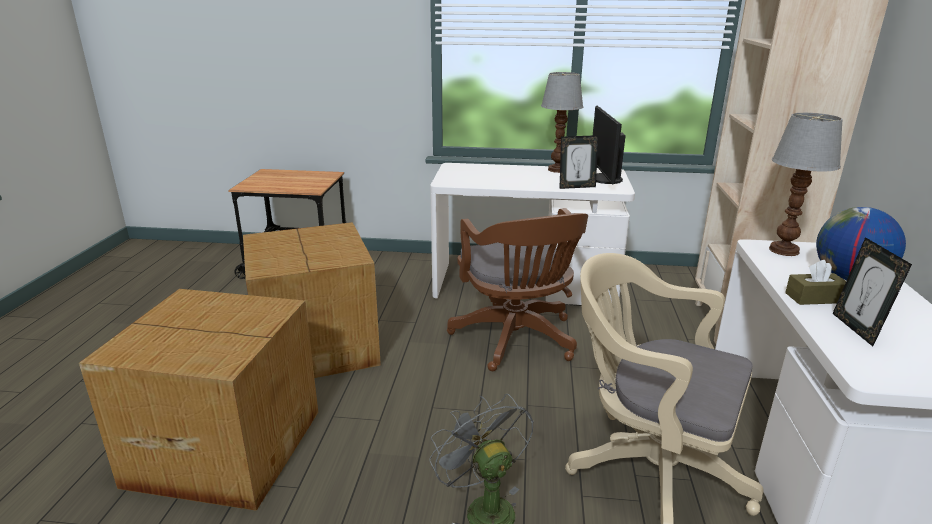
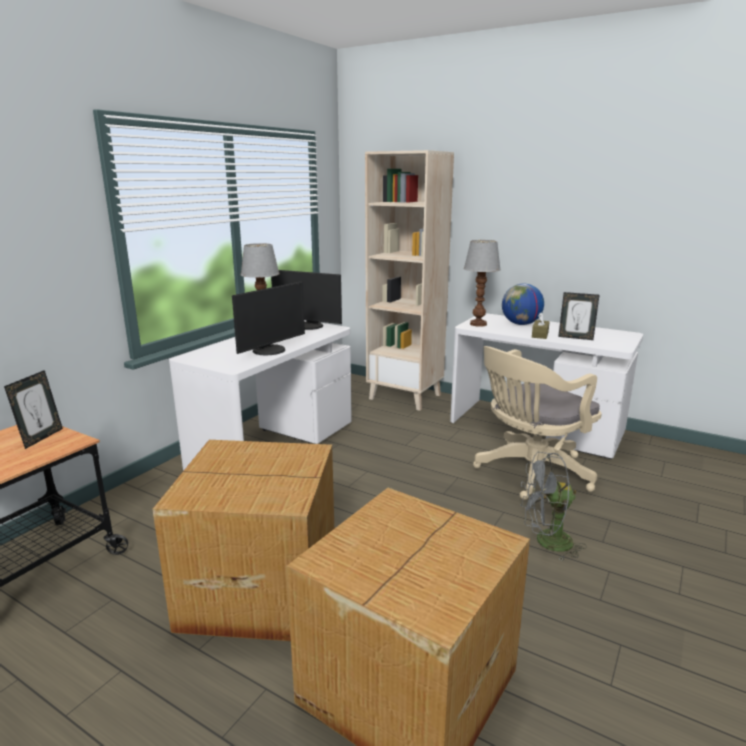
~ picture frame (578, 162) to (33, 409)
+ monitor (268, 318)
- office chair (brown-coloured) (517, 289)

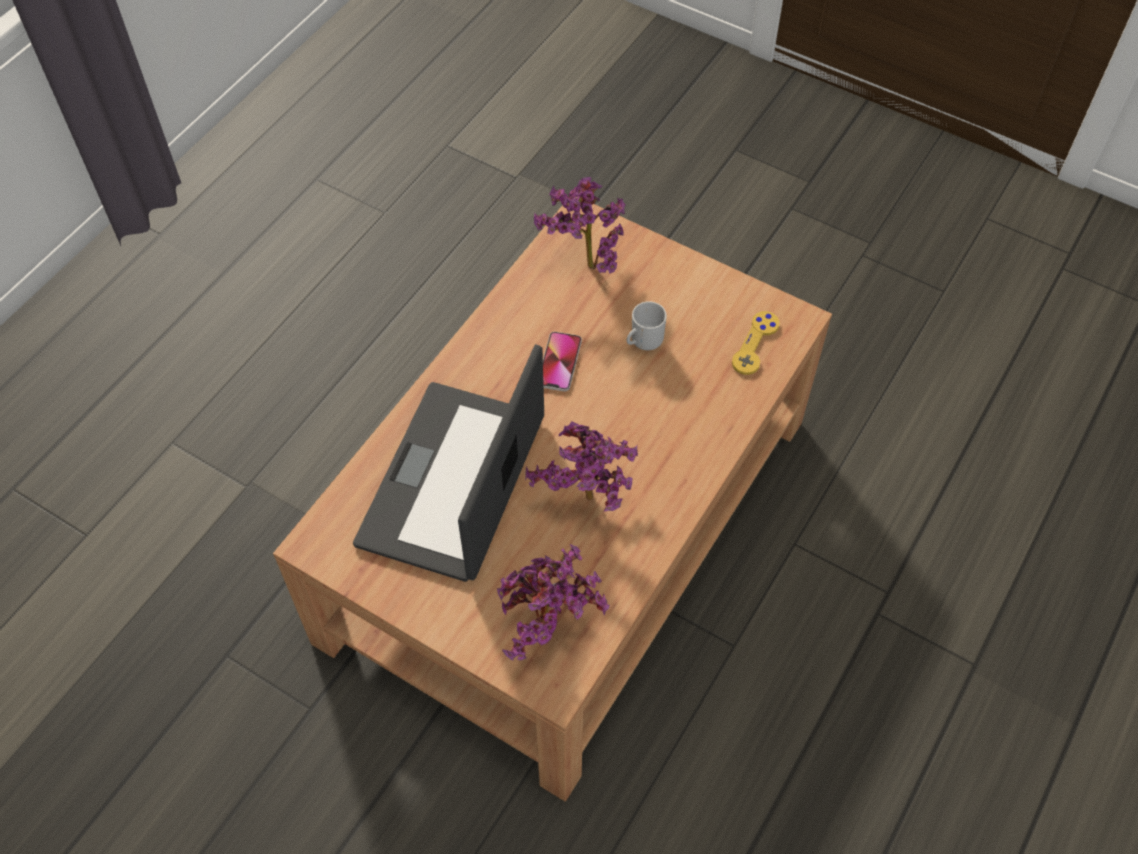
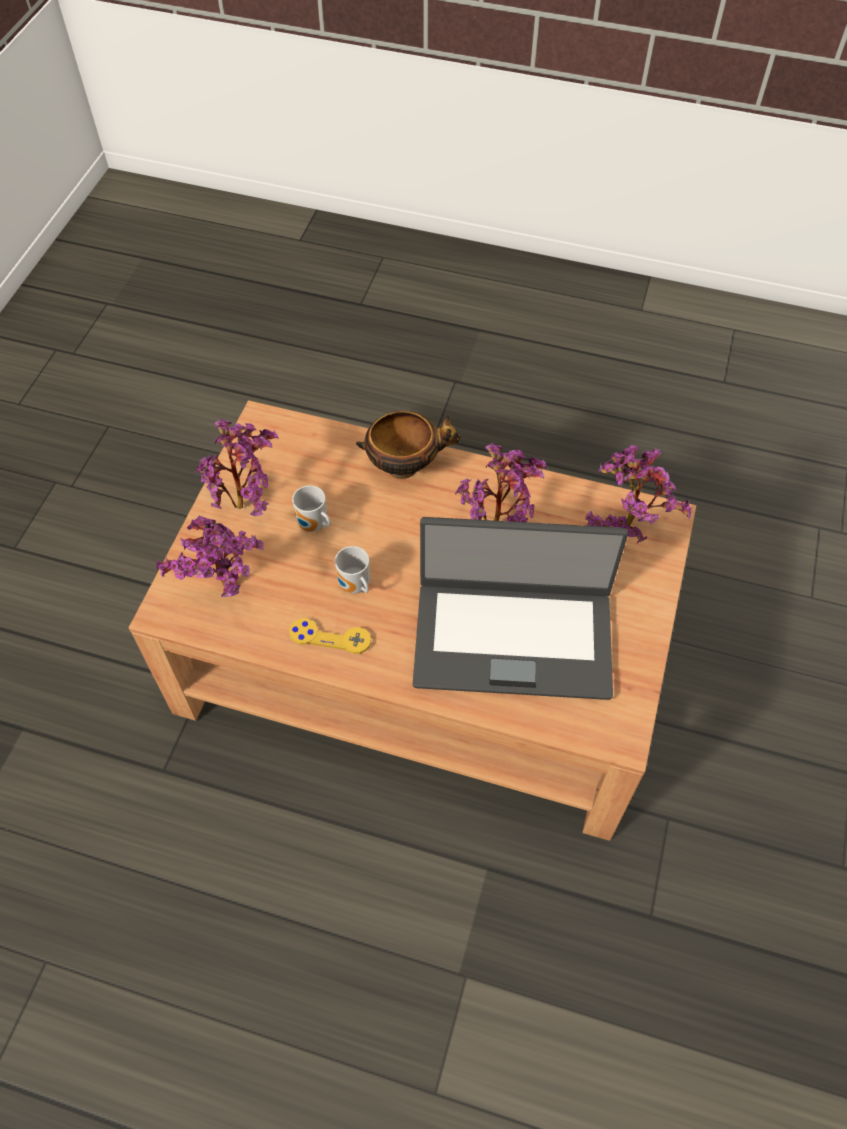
+ plant in a pot (237, 467)
~ joypad (yellow-coloured) (756, 343) to (330, 636)
~ phone (562, 362) to coffee mug (352, 570)
+ bowl (408, 445)

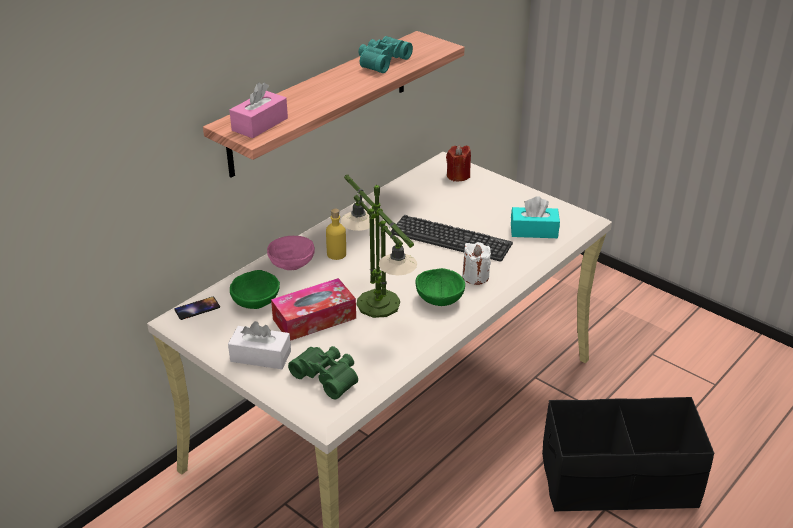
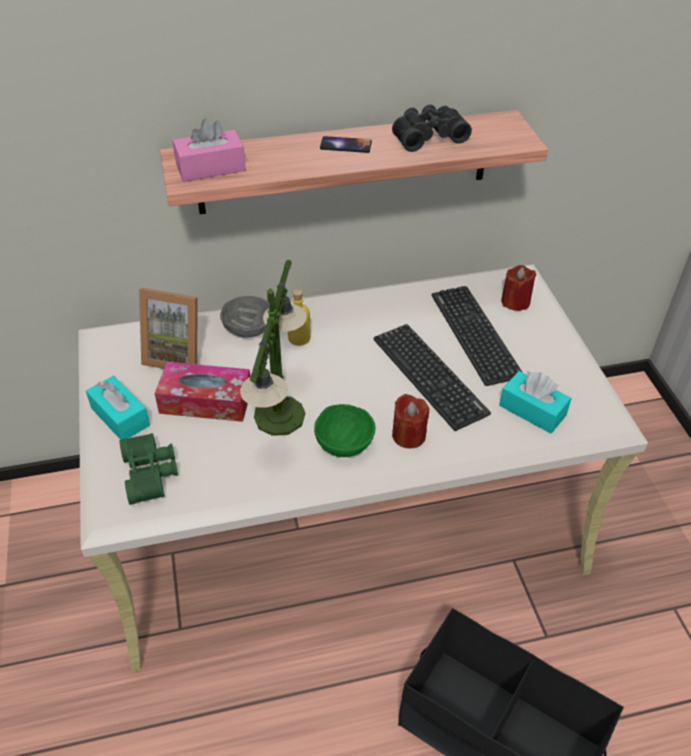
~ tissue box (whitish) (259, 345) to tissue box (turquoise-coloured) (118, 407)
~ bowl (green-coloured) (255, 289) to picture frame (168, 328)
~ bowl (pink-coloured) (291, 253) to bowl (gray) (245, 317)
~ phone (197, 308) to (346, 144)
~ field glasses (turquoise-coloured) (386, 54) to field glasses (black) (432, 128)
~ candle (whitish) (476, 263) to candle (red) (410, 421)
+ keyboard (477, 336)

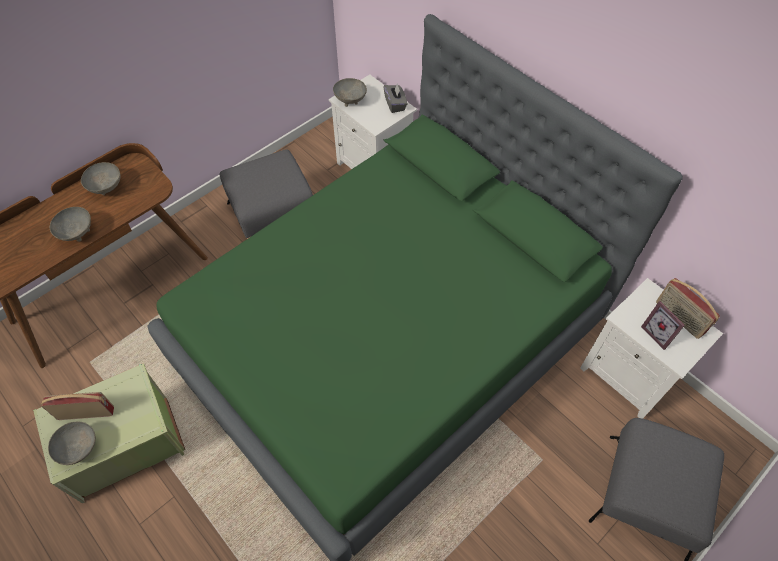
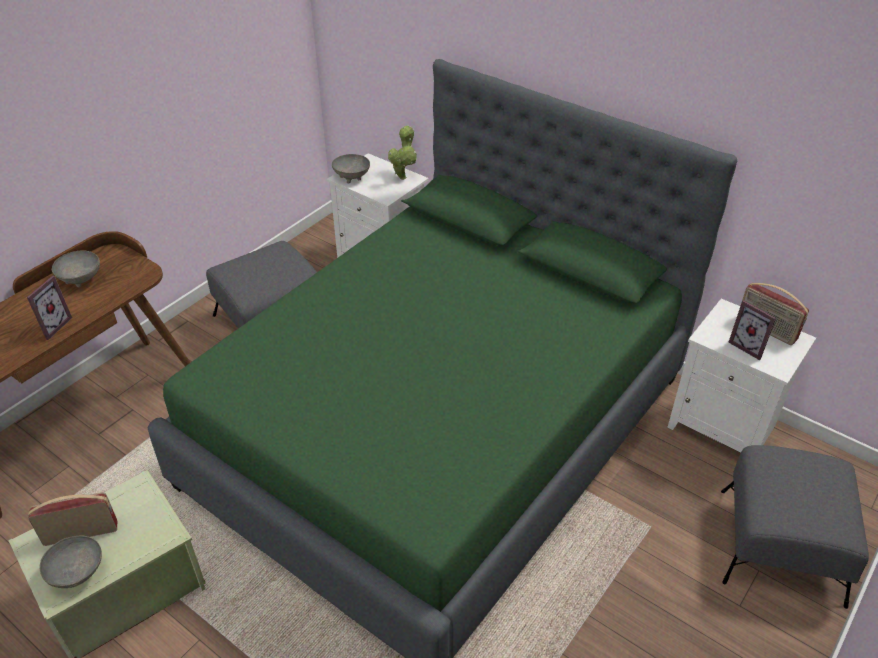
~ bowl (gray) (70, 224) to picture frame (49, 308)
~ tissue box (gray) (395, 98) to plant in a pot (402, 153)

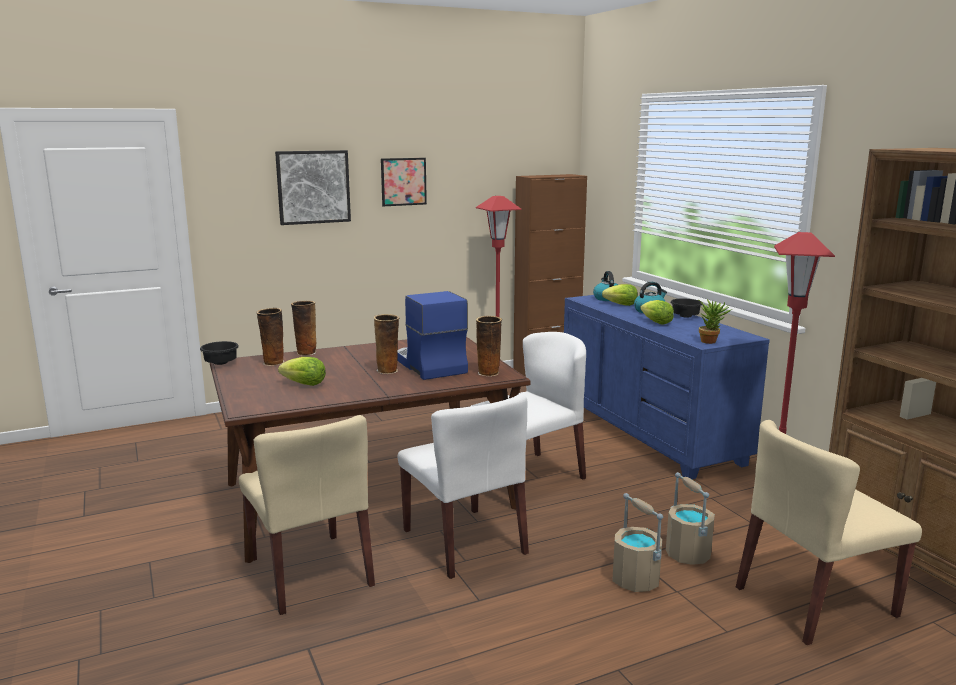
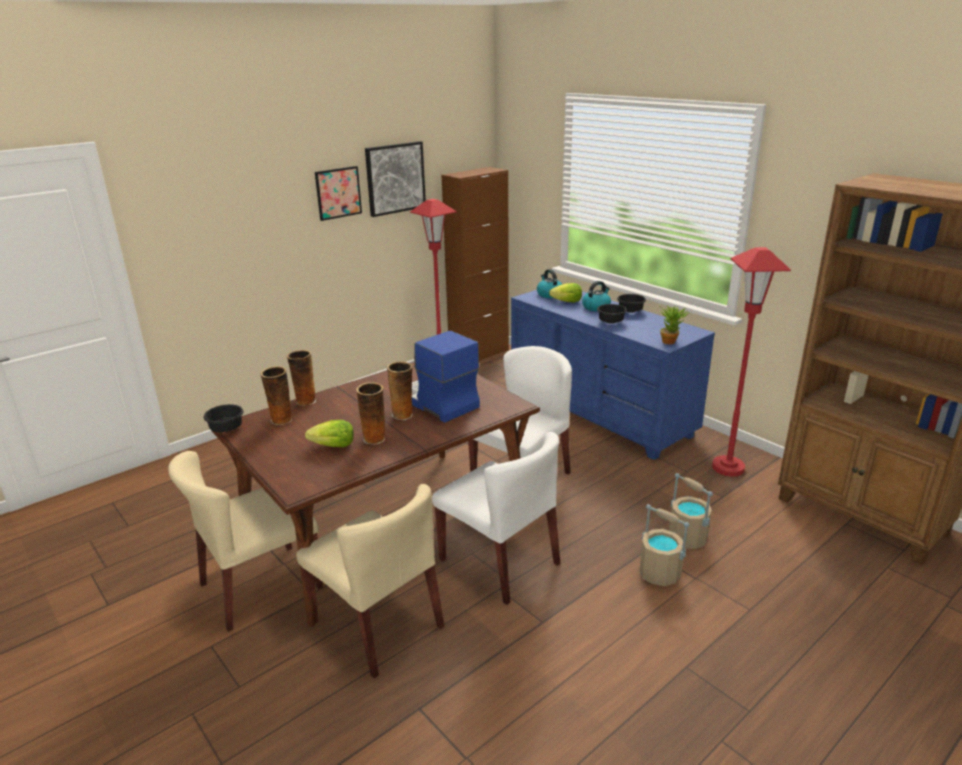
~ upright chair (sand-coloured) (829, 532) to (245, 541)
~ vase (489, 346) to (370, 413)
~ wall picture (313, 187) to (395, 179)
~ lettuce (657, 312) to bowl (black) (612, 314)

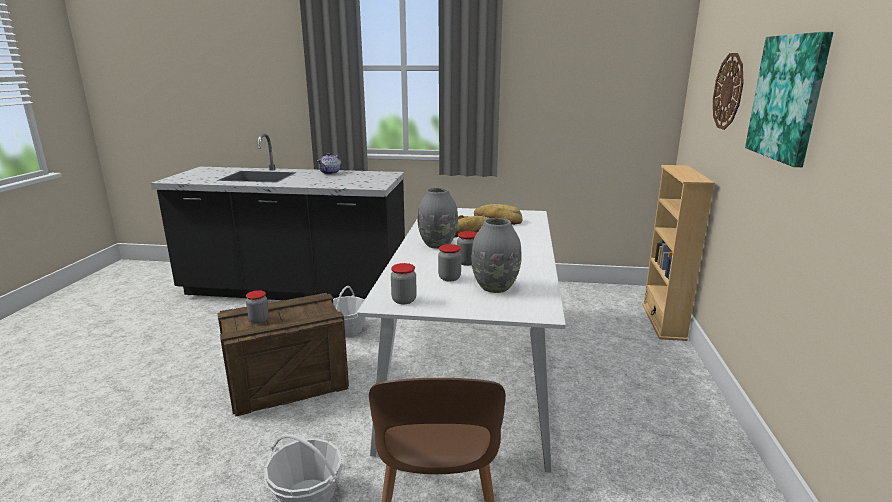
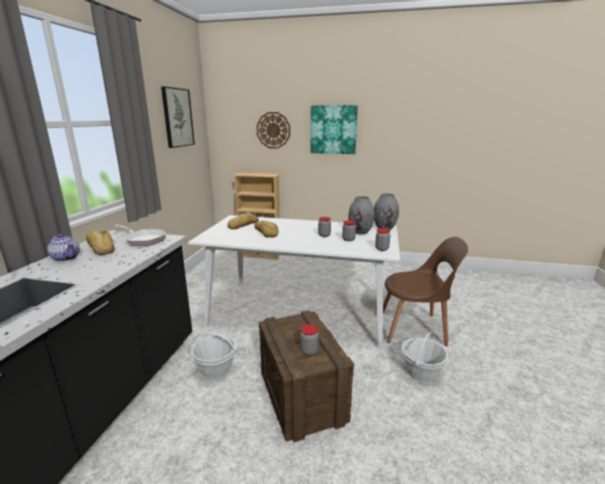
+ bakery bread (100, 243)
+ pan (140, 235)
+ wall picture (178, 117)
~ vase (gray) (437, 218) to (386, 211)

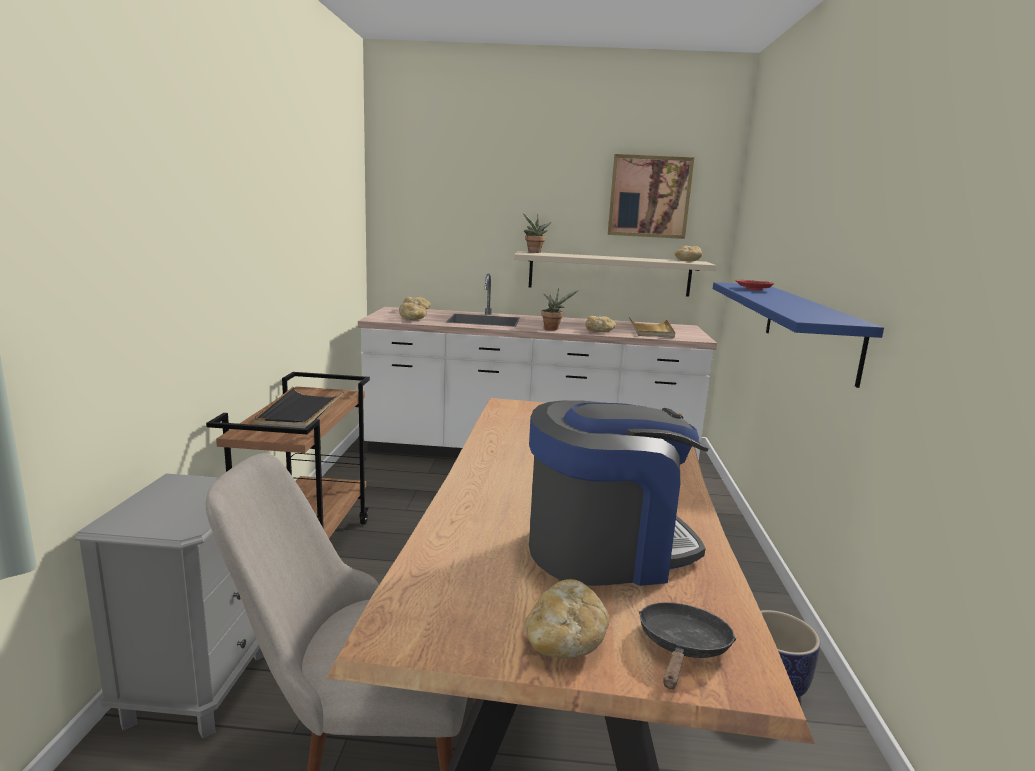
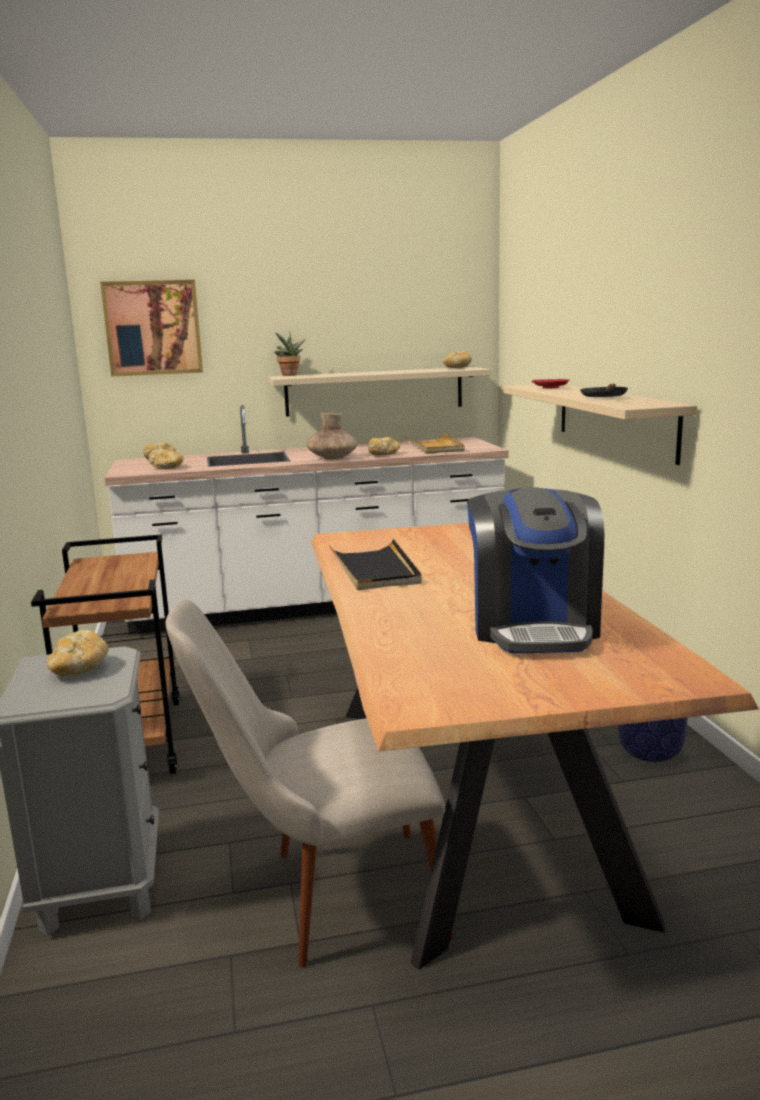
~ bakery bread (567, 619) to (78, 653)
~ wall picture (651, 196) to (151, 328)
~ plant in a pot (560, 309) to vase (brown-coloured) (332, 436)
~ serving tray (black) (299, 407) to (375, 564)
~ coffee machine (619, 493) = (535, 570) 120 degrees clockwise
~ shelf (blue-coloured) (798, 335) to shelf (sand-coloured) (600, 424)
~ pan (black) (688, 645) to (604, 390)

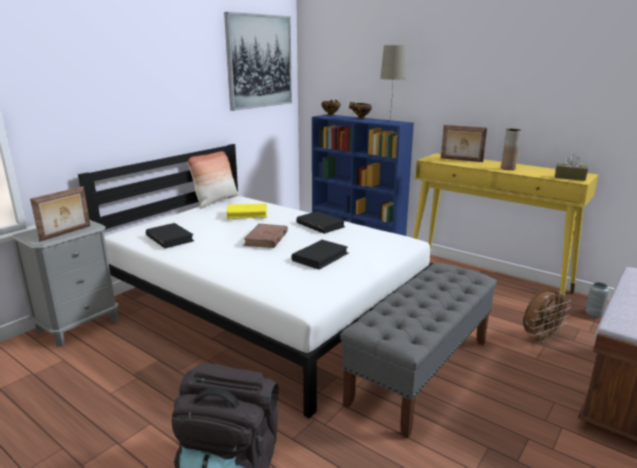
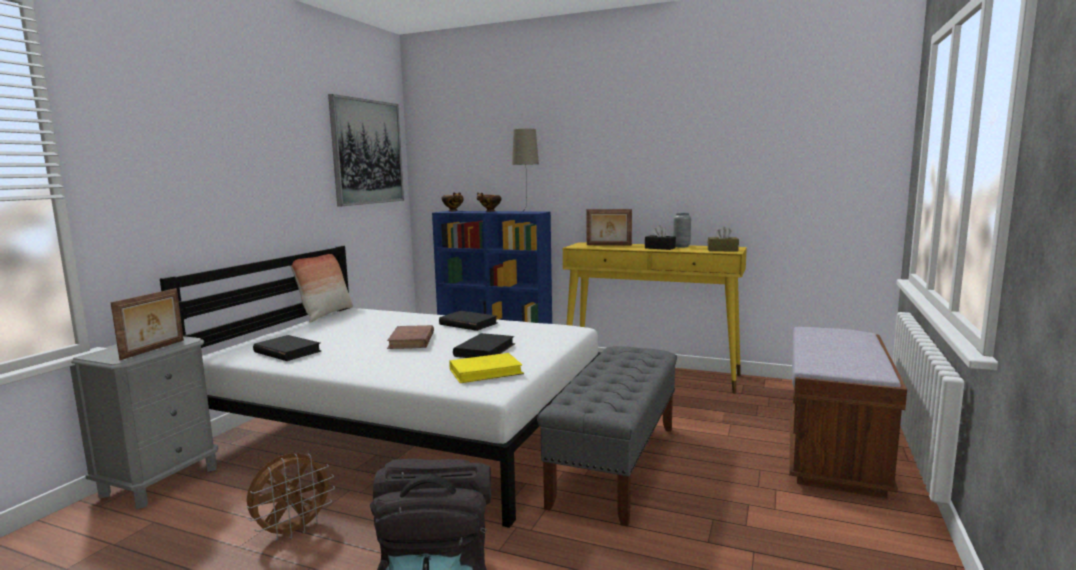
~ fan (brown-coloured) (547, 316) to (290, 497)
~ bound book (yellow-coloured) (246, 211) to (486, 368)
~ vase (brown-coloured) (511, 149) to tissue box (black) (660, 237)
~ vase (gray) (597, 300) to (682, 230)

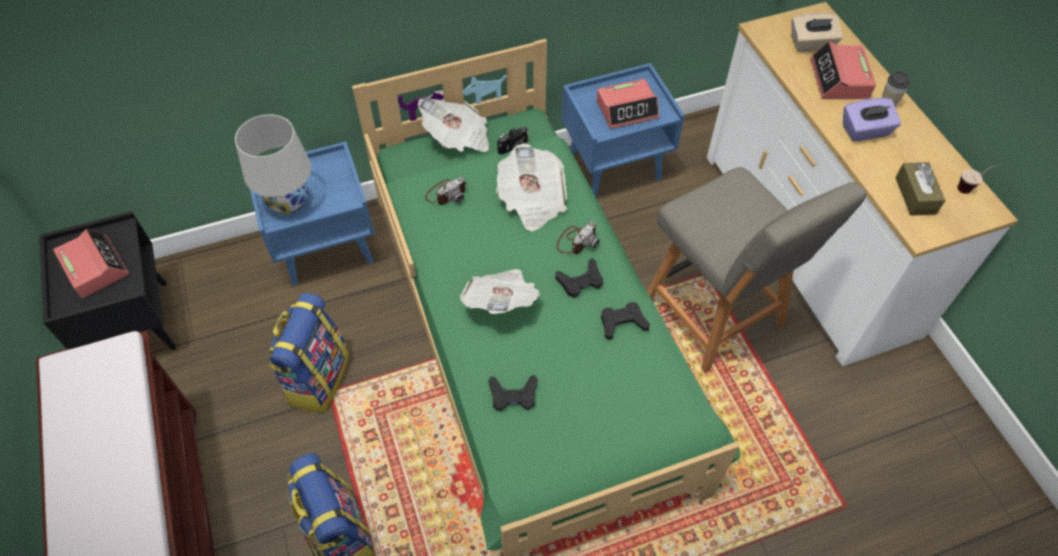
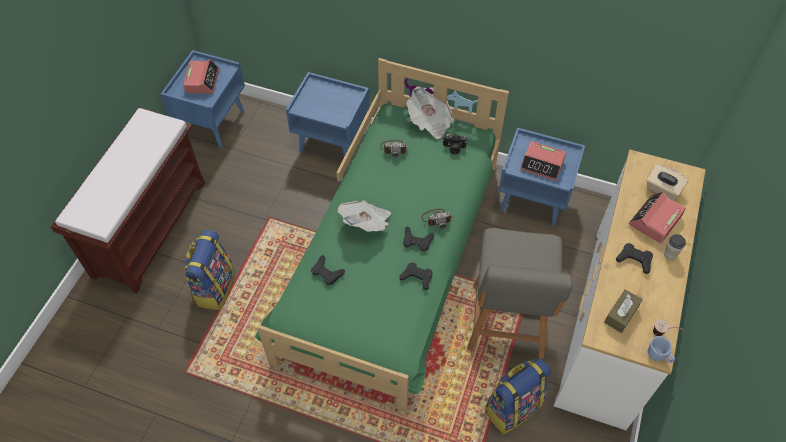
~ bedside table (black) (107, 280) to bedside table (blue-coloured) (203, 99)
~ knapsack (308, 353) to (518, 396)
~ tissue box (purple-coloured) (872, 119) to joypad (black) (634, 258)
+ coffee mug (blue-coloured) (661, 349)
- lamp for a table (whitish) (273, 164)
- newspaper (531, 187)

